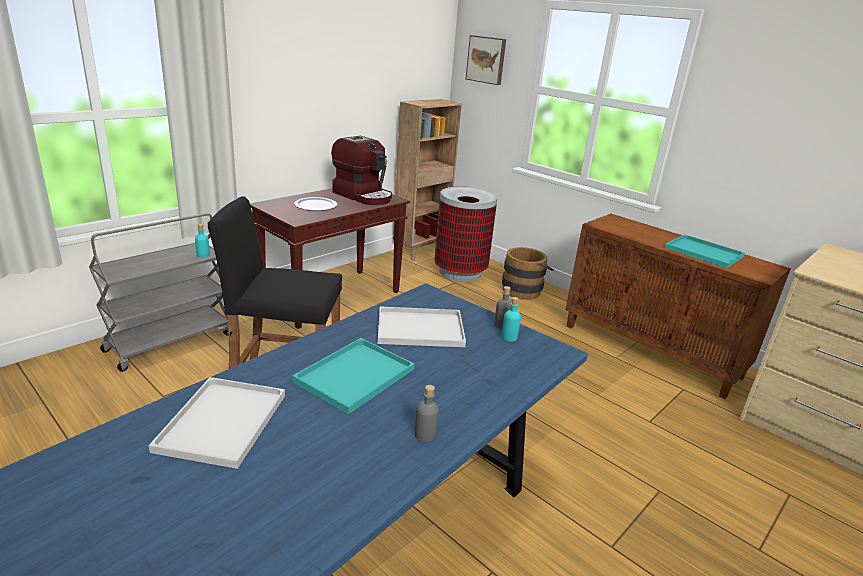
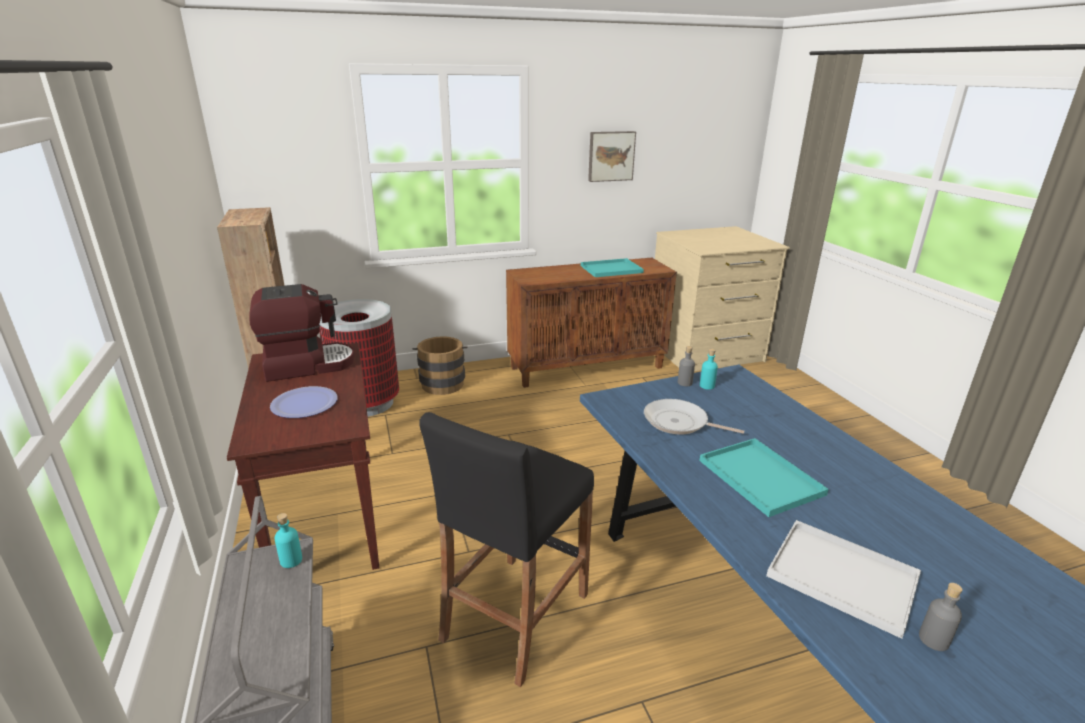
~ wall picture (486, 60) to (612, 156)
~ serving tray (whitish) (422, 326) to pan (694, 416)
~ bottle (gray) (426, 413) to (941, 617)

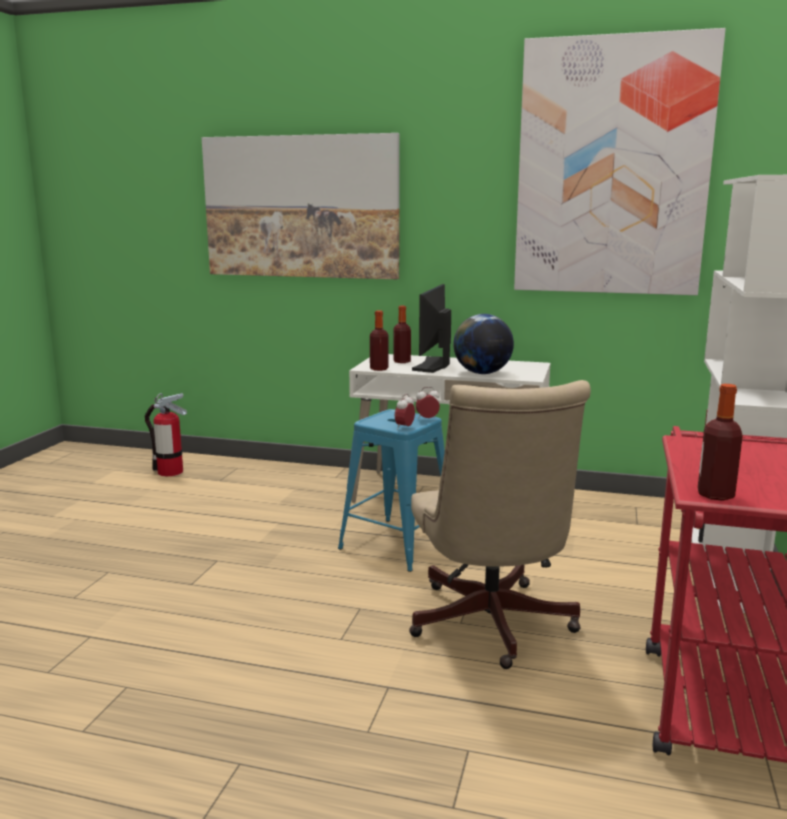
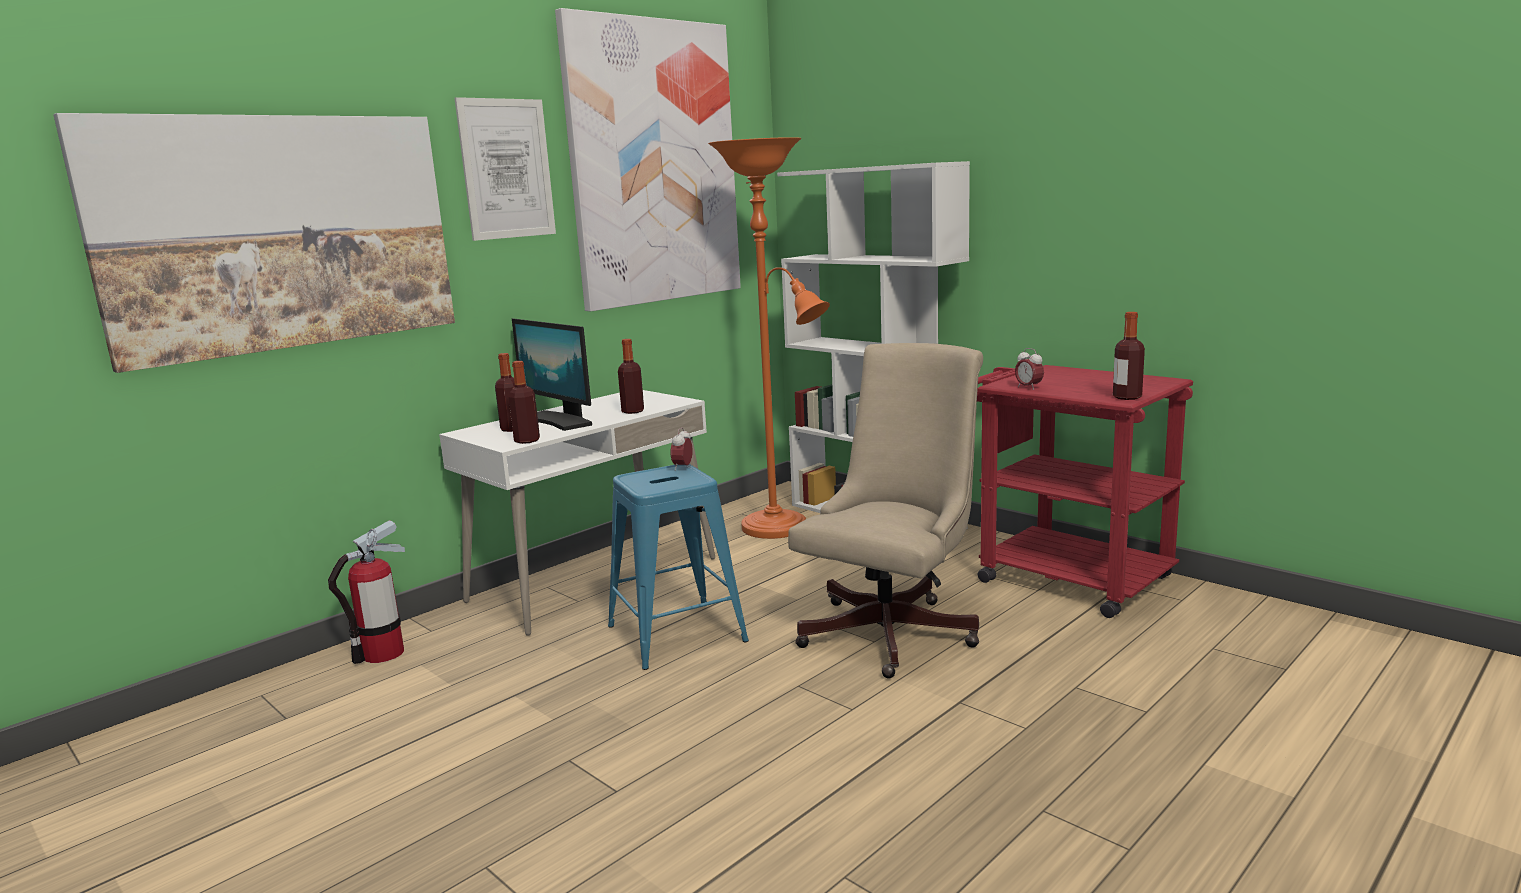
~ fire-fighting cylinder (166, 434) to (366, 592)
+ wall picture (505, 169)
~ world globe (483, 344) to bottle (631, 376)
+ standard lamp (orange) (769, 338)
~ office chair (sand-coloured) (500, 524) = (885, 511) 75 degrees counterclockwise
~ table clock (405, 412) to (1029, 369)

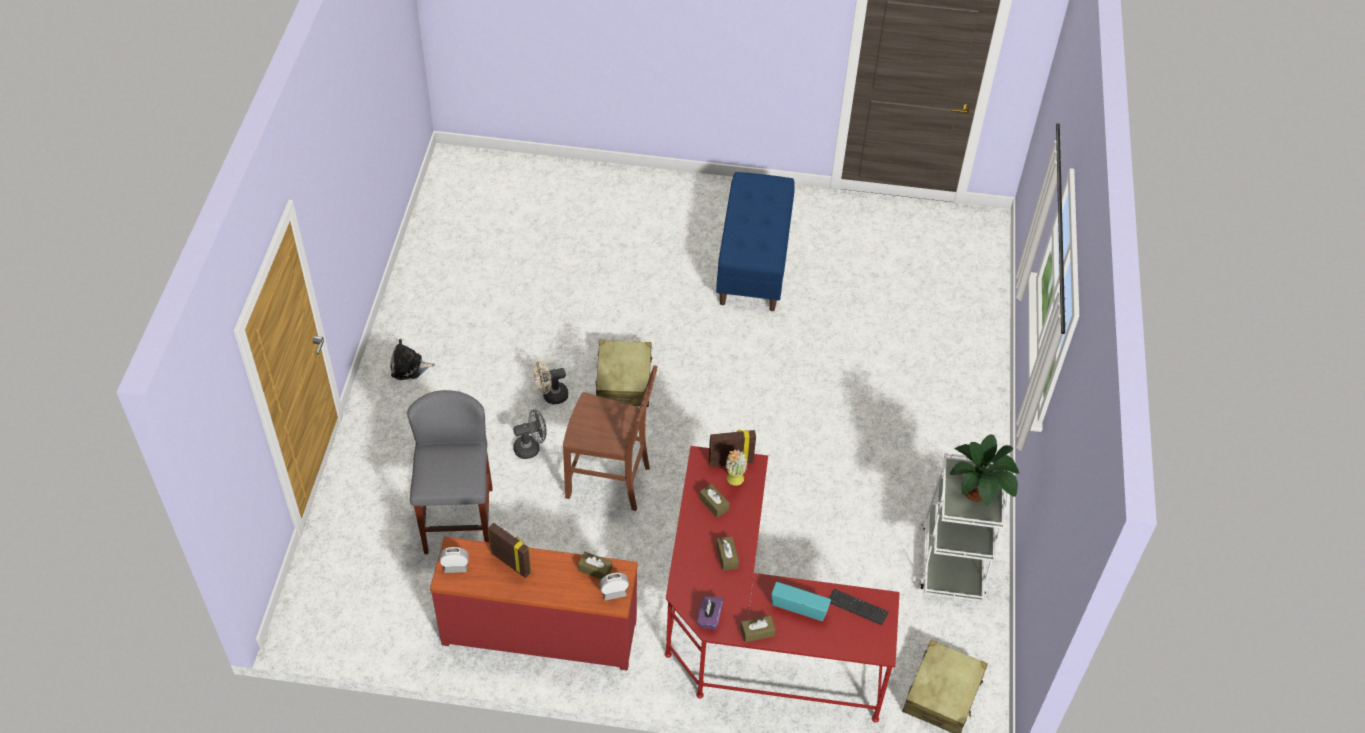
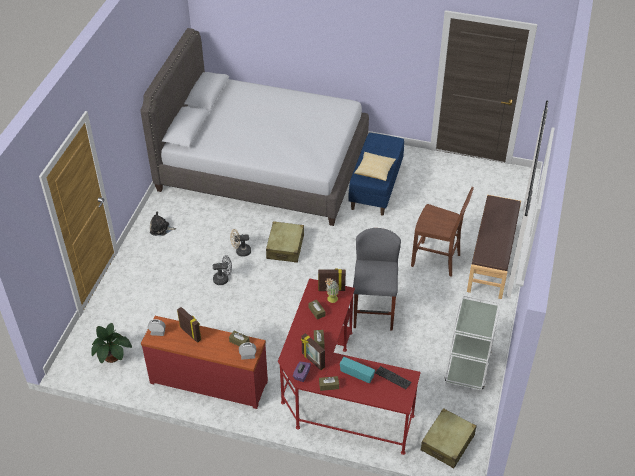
~ plant in a pot (984, 470) to (112, 343)
+ sleeping bed (gray) (254, 127)
+ picture frame (313, 351)
~ stool seat (gray) (450, 472) to (377, 279)
+ throw pillow (375, 166)
~ upright chair (brown-coloured) (610, 438) to (442, 232)
+ bench (brown-coloured) (494, 247)

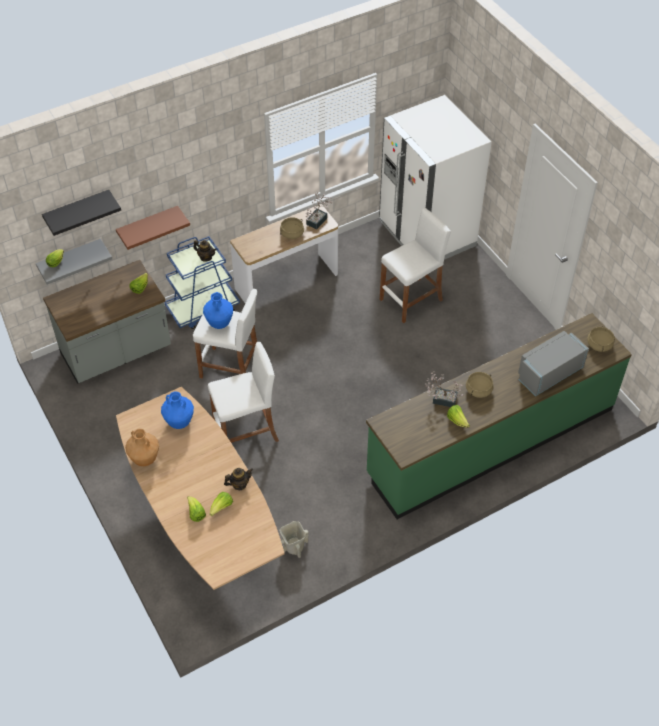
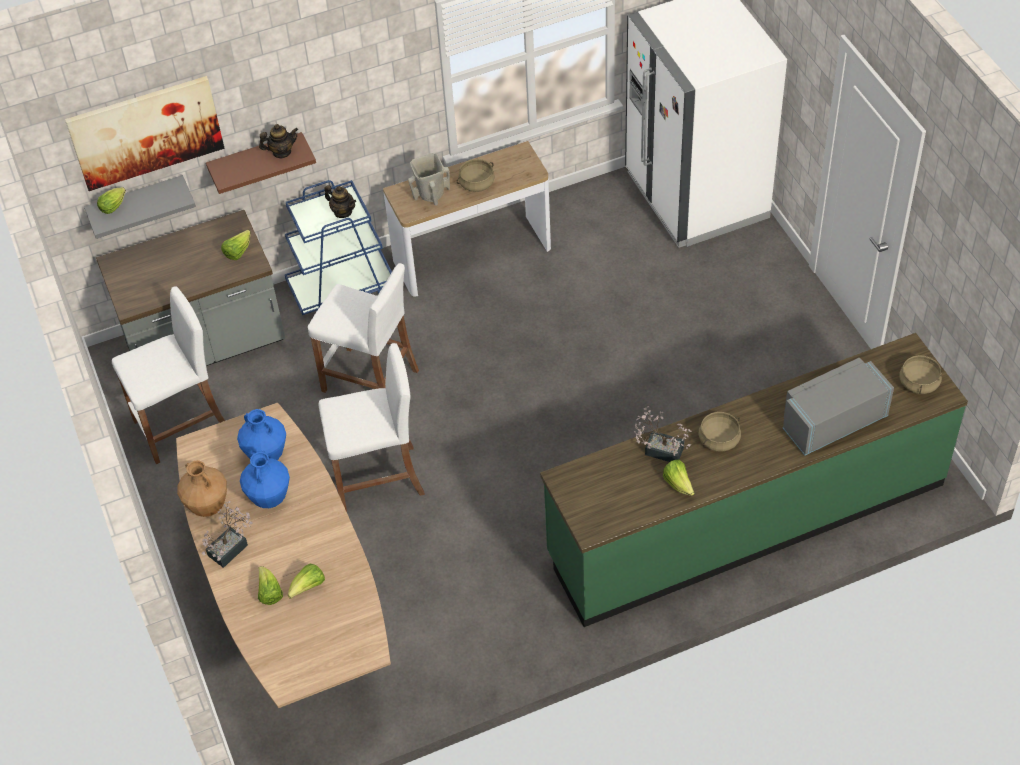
~ shelf (black) (81, 213) to wall picture (144, 133)
~ stool seat (whitish) (415, 265) to (168, 375)
~ plant in a pot (319, 211) to (227, 534)
~ vase (blue-coloured) (218, 310) to (265, 479)
~ pot for tea (238, 479) to (278, 141)
~ vase (sand-coloured) (294, 539) to (429, 179)

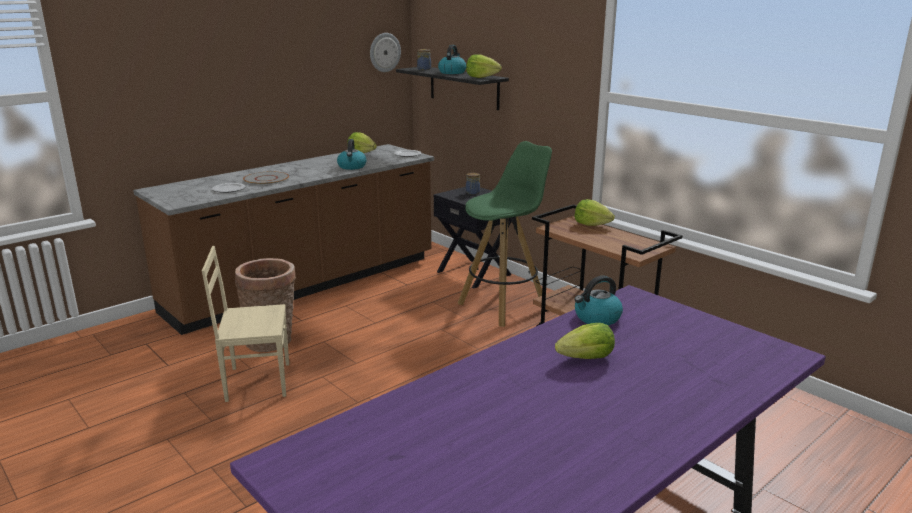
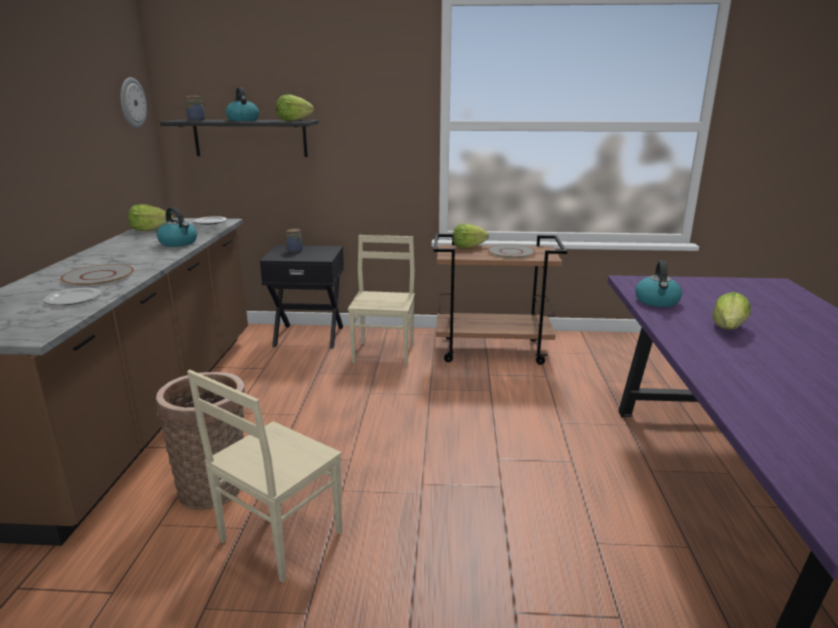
~ stool seat (green-coloured) (505, 234) to upright chair (sand-coloured) (381, 300)
+ dinner plate (gray) (511, 251)

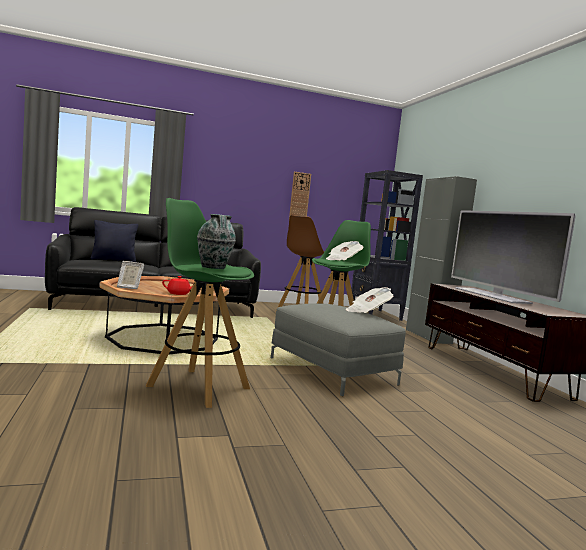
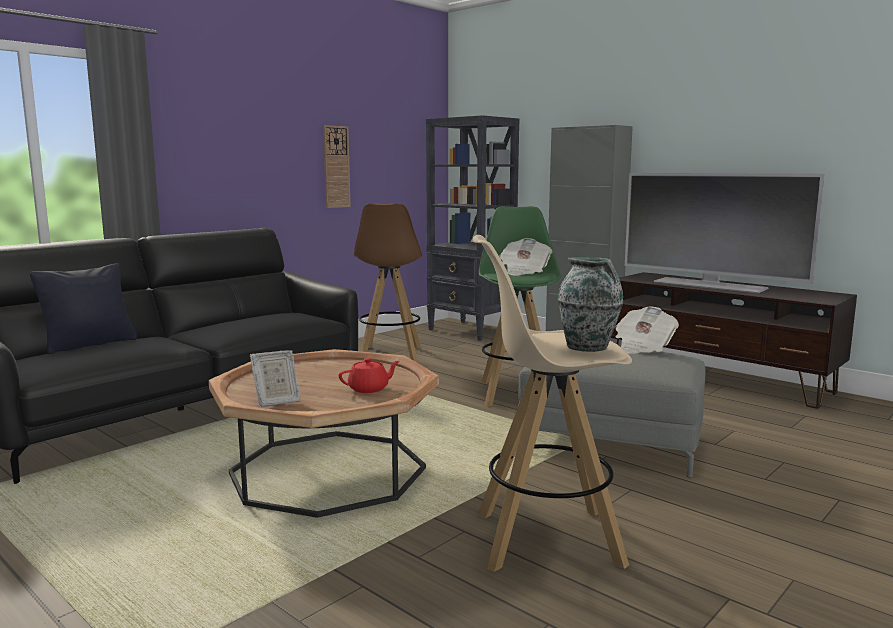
~ stool seat (green-coloured) (200, 303) to stool seat (sand-coloured) (552, 403)

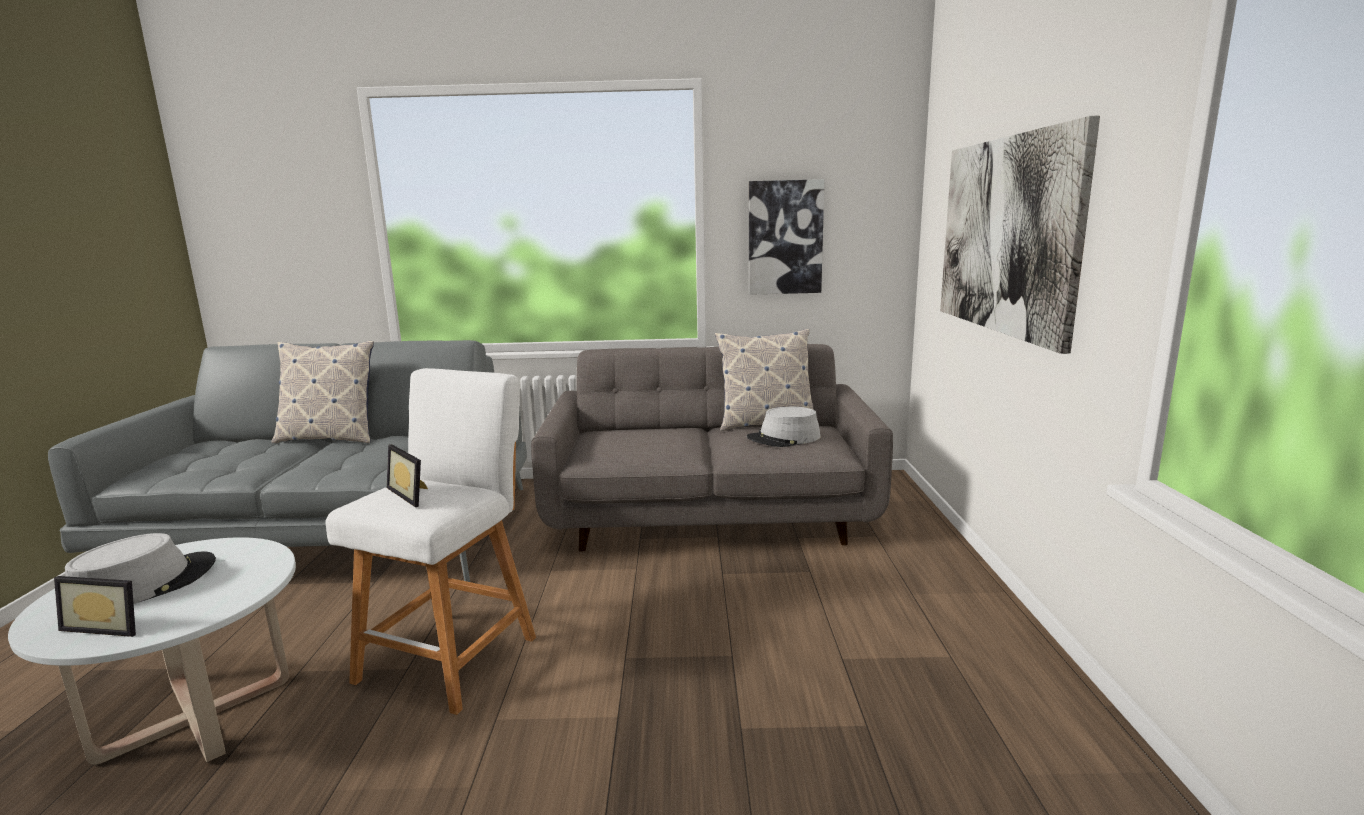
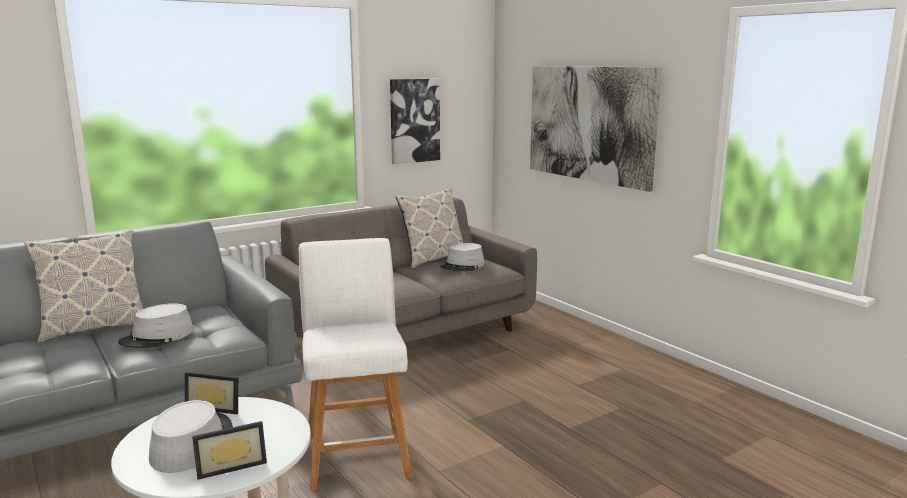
+ hat (gray) (156, 325)
~ picture frame (407, 475) to (211, 393)

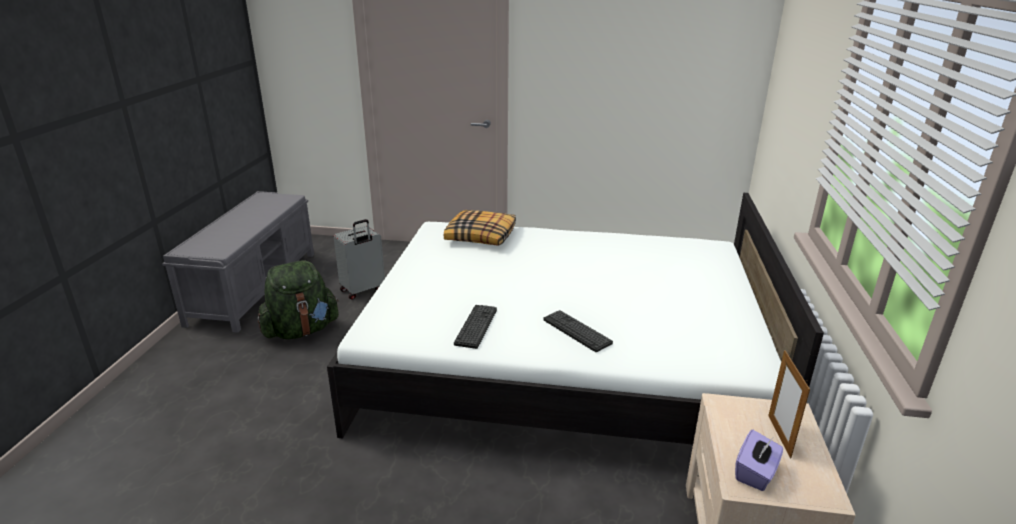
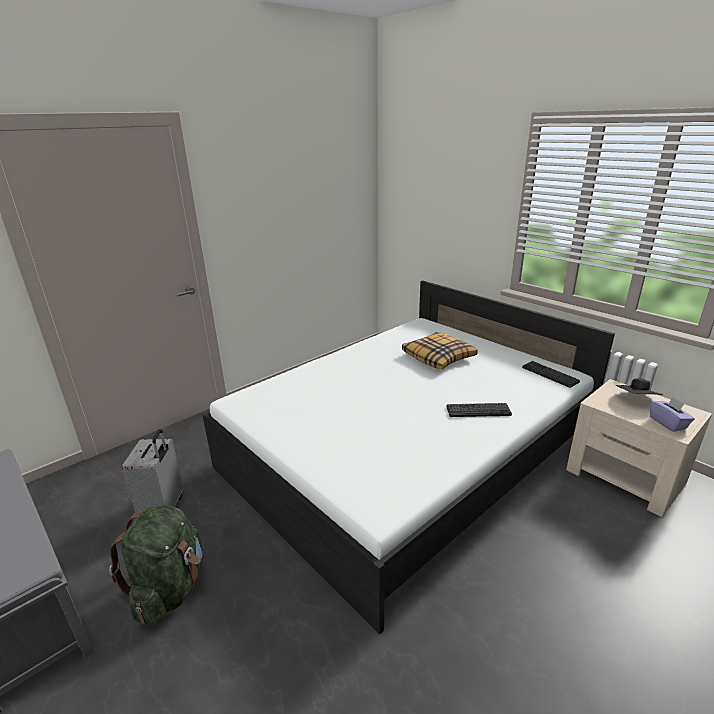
~ throw pillow (480, 228) to (440, 351)
~ keyboard (475, 327) to (551, 374)
~ picture frame (789, 404) to hat (black) (639, 386)

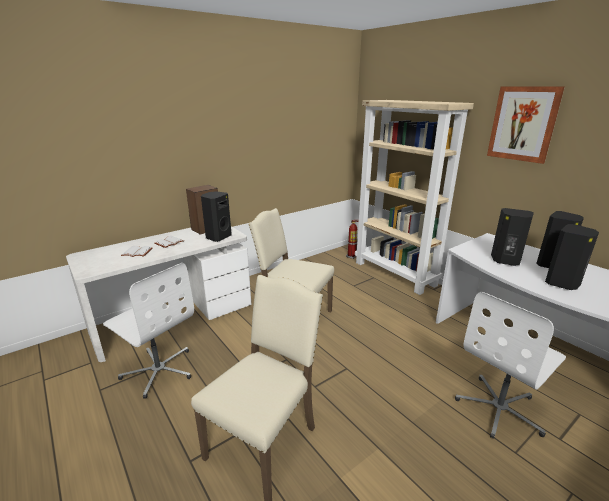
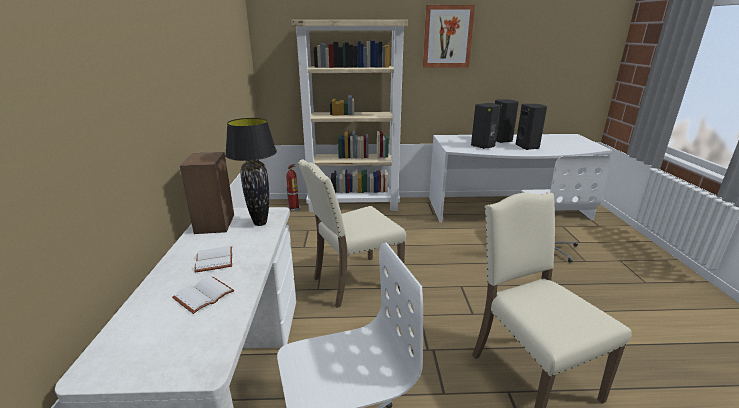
~ speaker (black) (216, 216) to lamp for a table (black) (251, 172)

